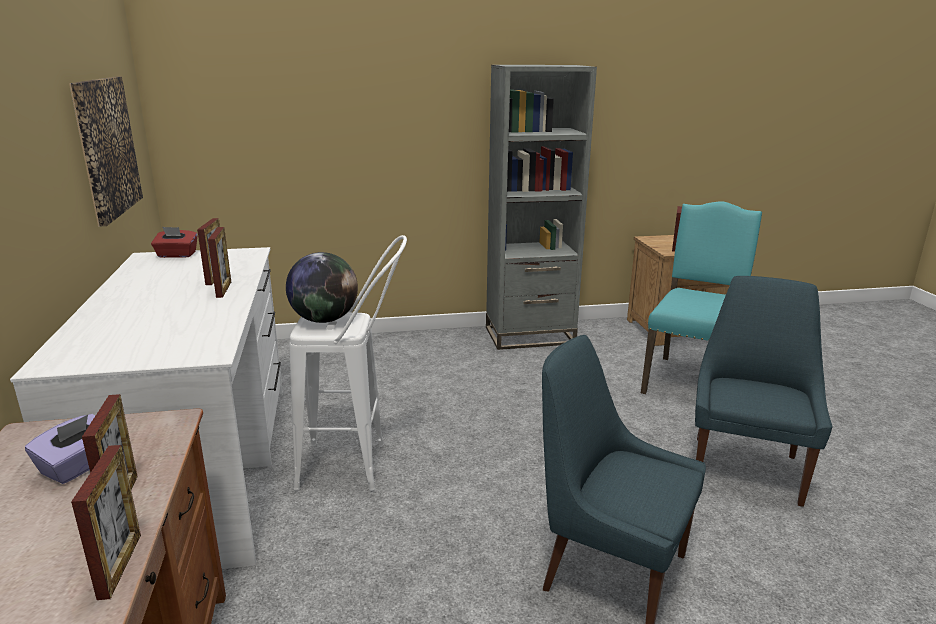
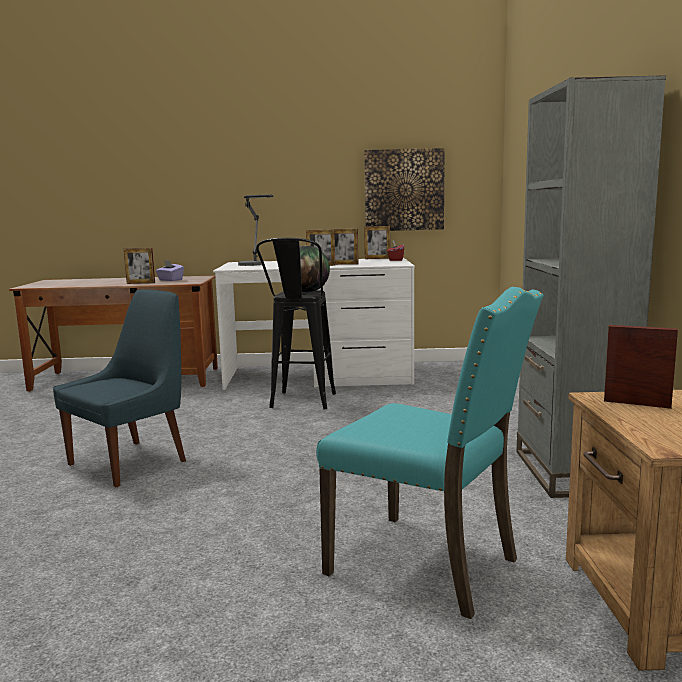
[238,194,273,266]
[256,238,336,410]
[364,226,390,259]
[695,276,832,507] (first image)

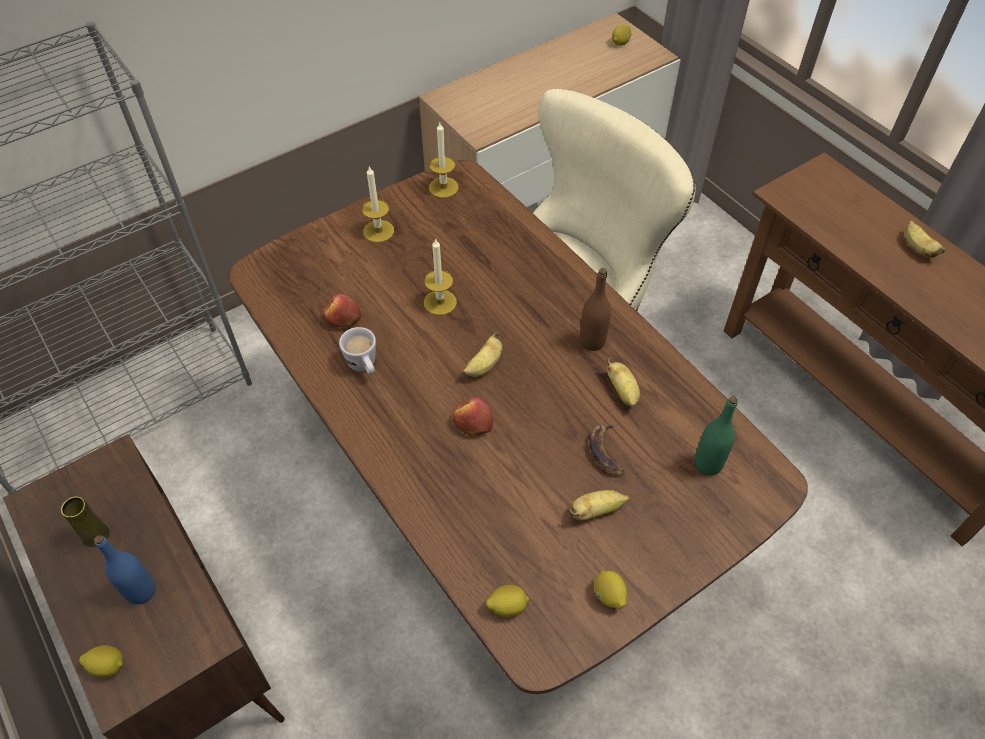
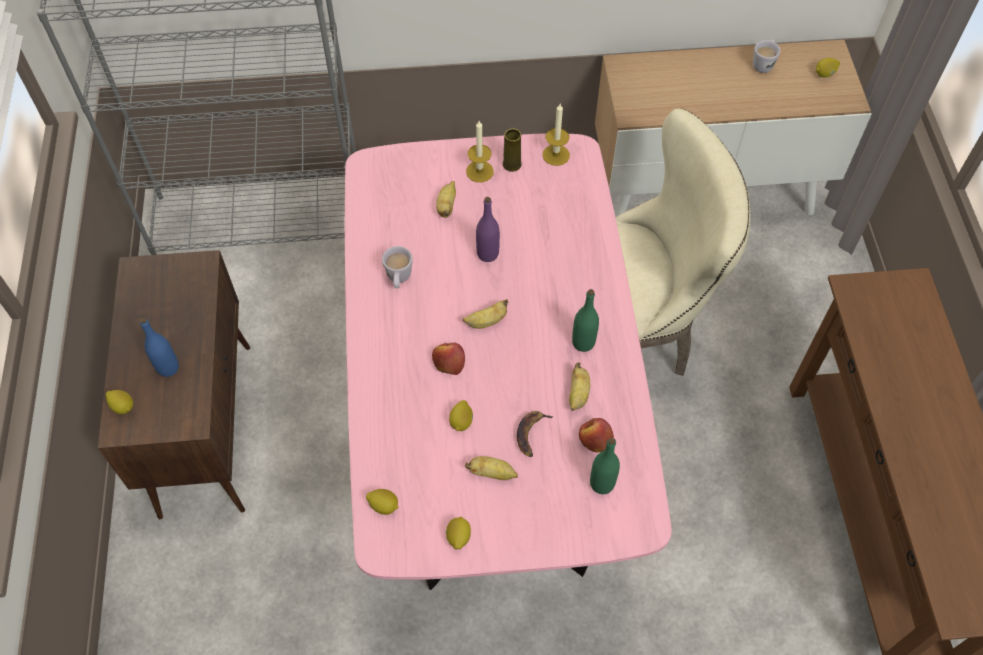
[345,133,672,590]
[436,181,456,218]
[449,400,473,431]
[476,197,500,262]
[503,129,522,172]
[572,289,599,352]
[579,418,614,453]
[753,40,781,73]

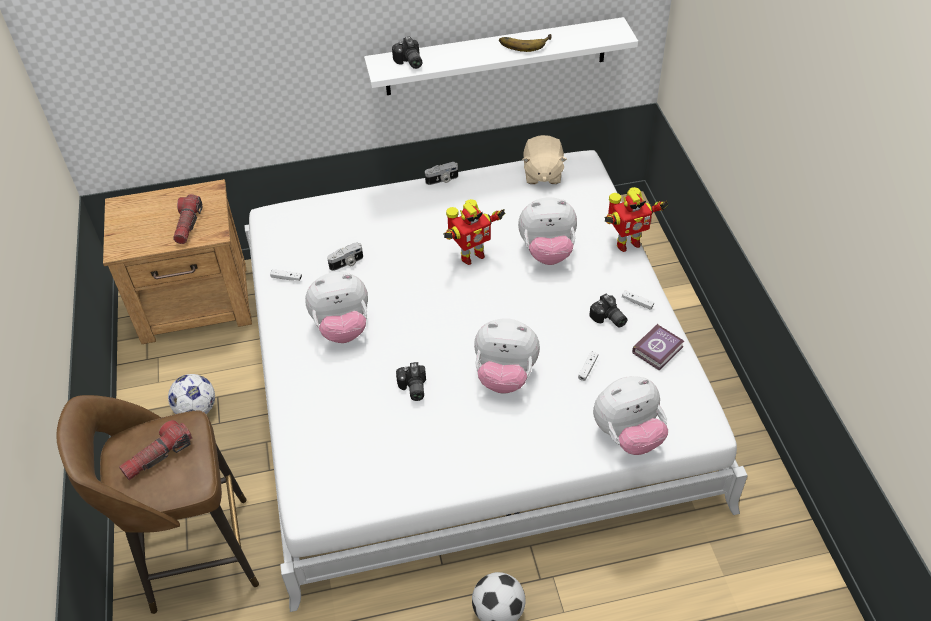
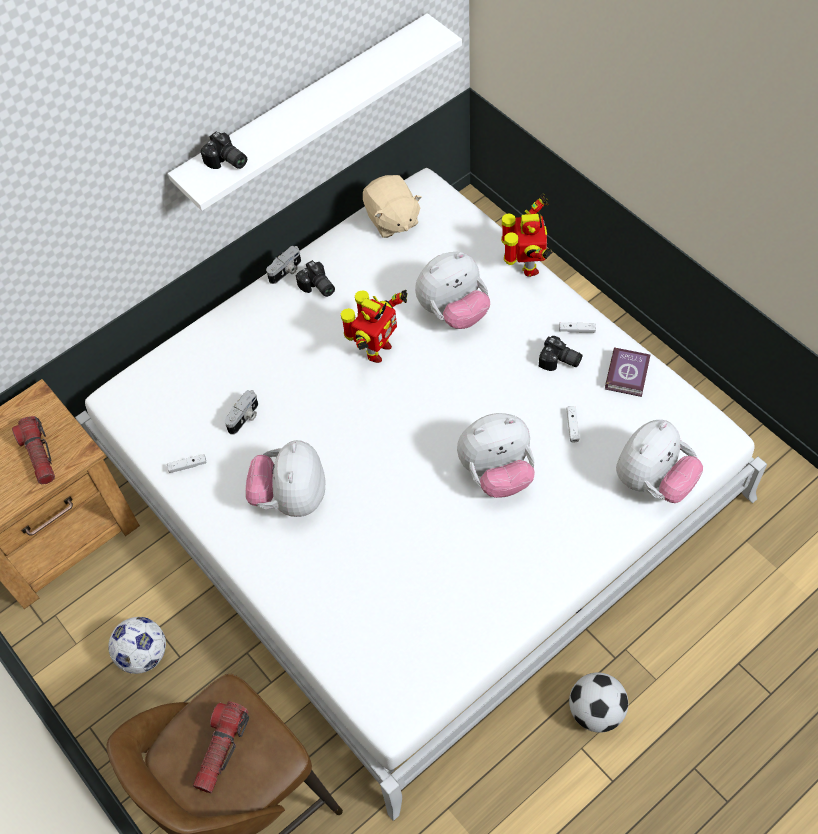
[245,440,325,517]
[296,260,335,297]
[501,193,552,277]
[499,34,552,52] (first image)

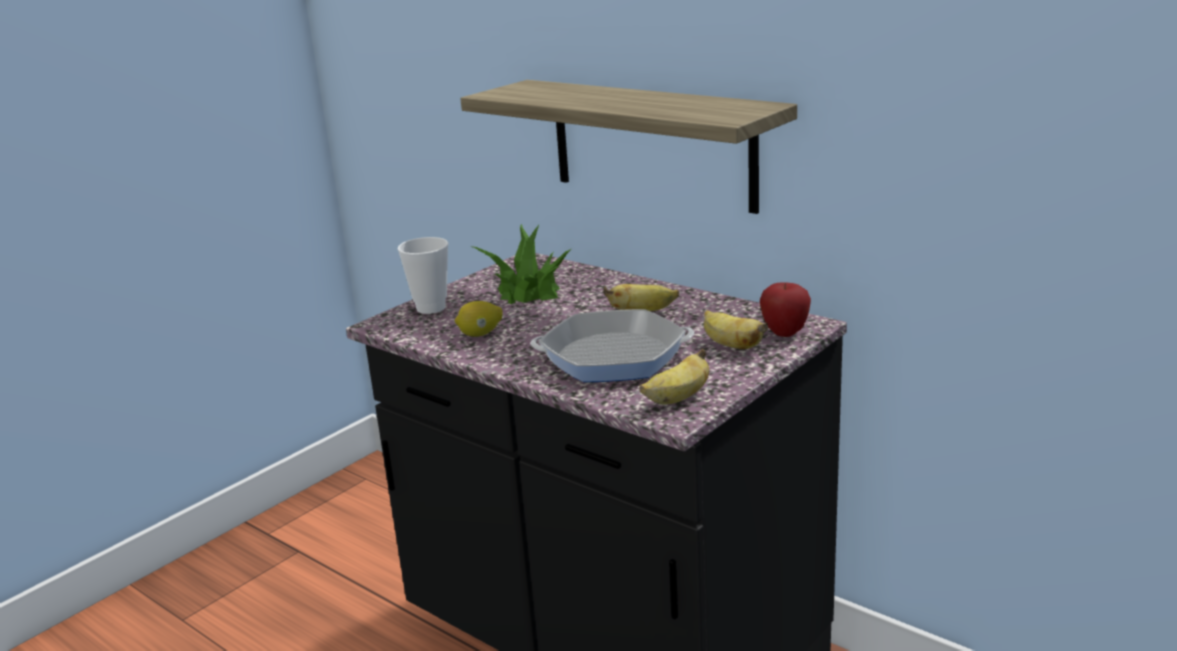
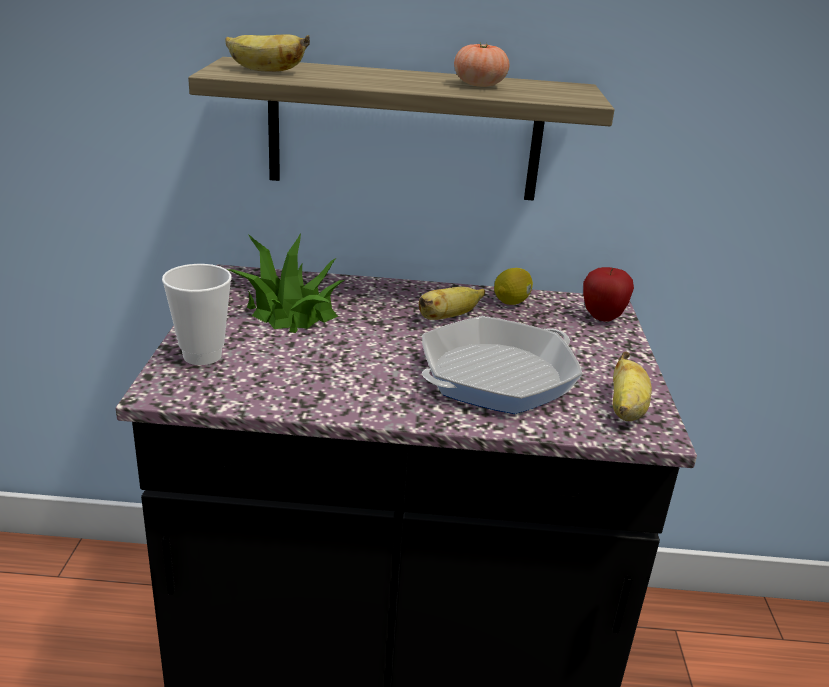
[225,34,310,72]
[454,42,510,87]
[494,268,533,305]

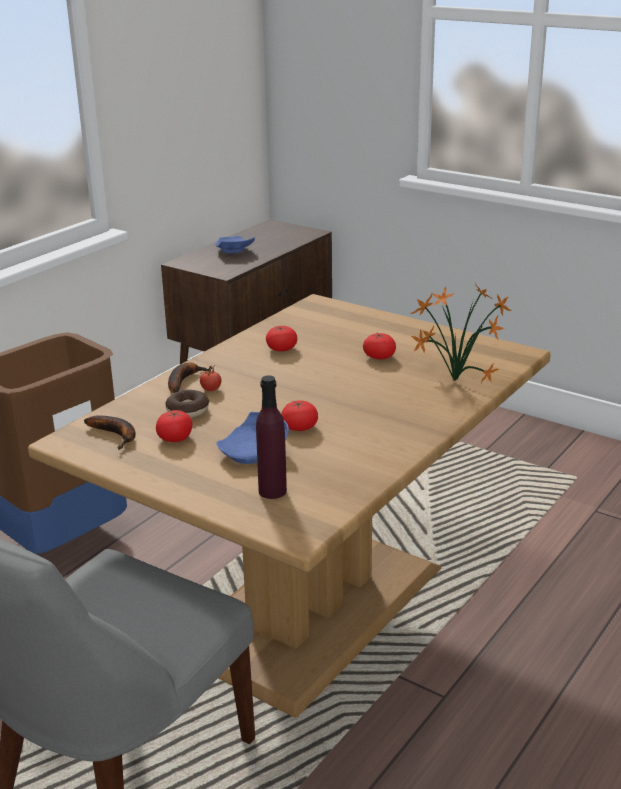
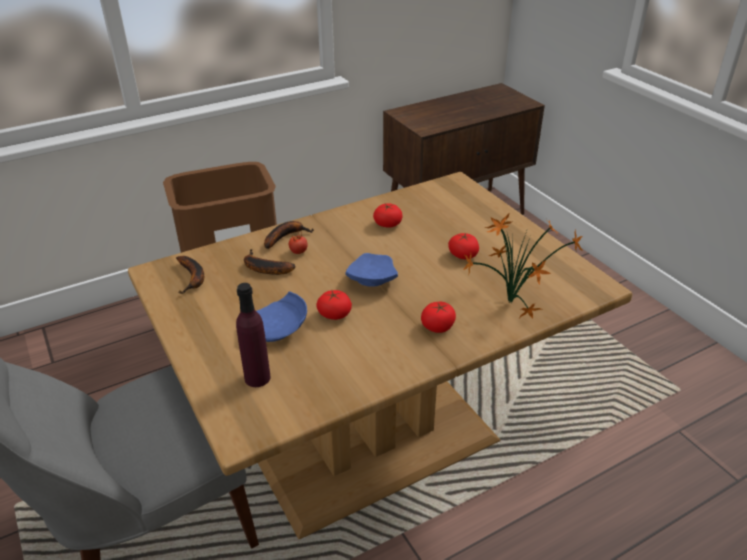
[244,249,295,275]
[345,253,398,287]
[421,302,456,333]

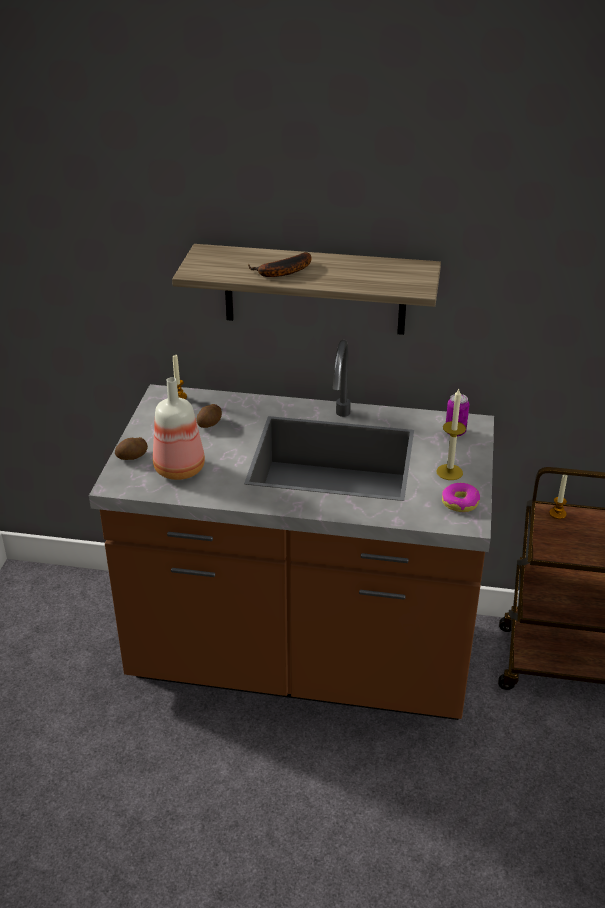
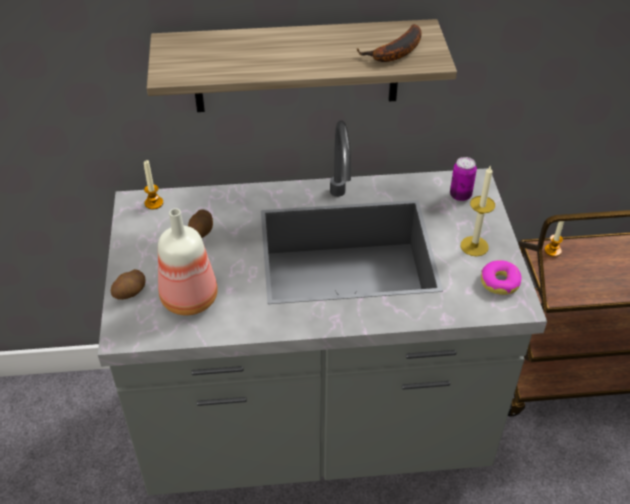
[98,120,547,495]
[356,24,422,62]

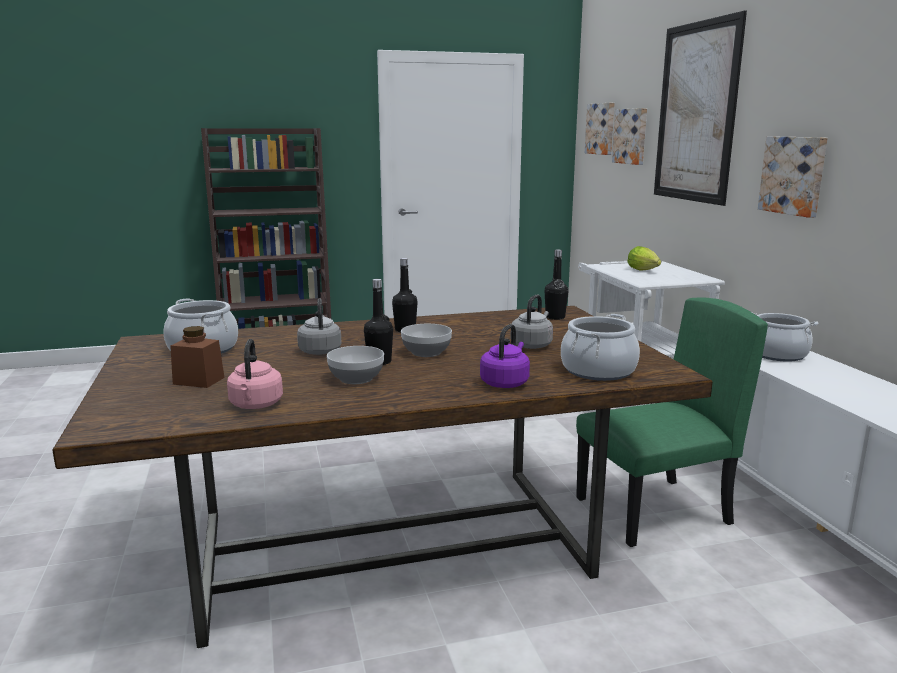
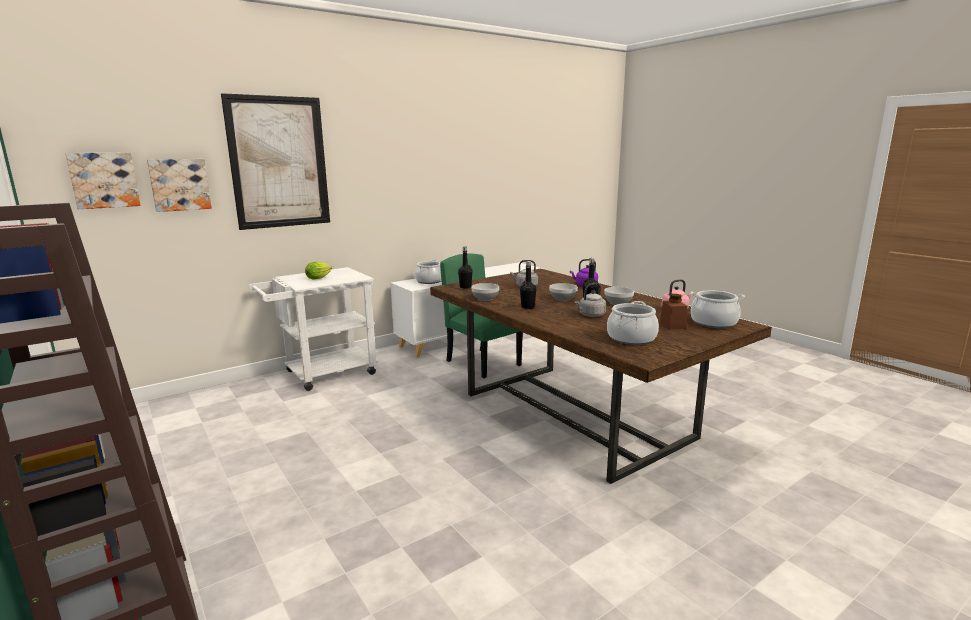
[471,283,499,301]
[690,290,745,328]
[758,137,828,218] (first image)

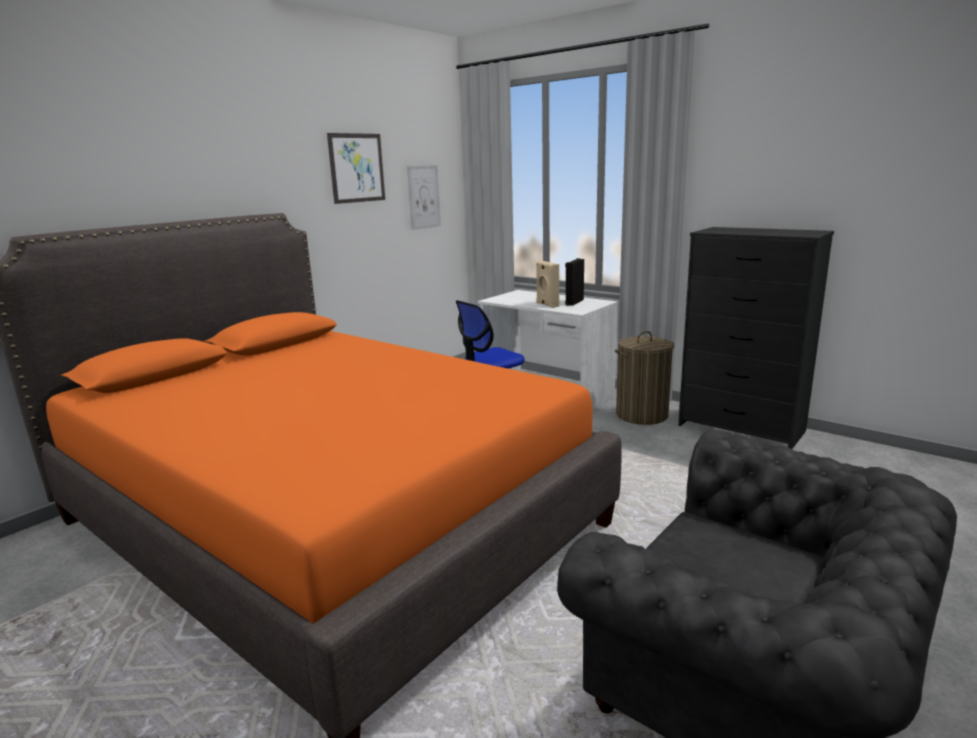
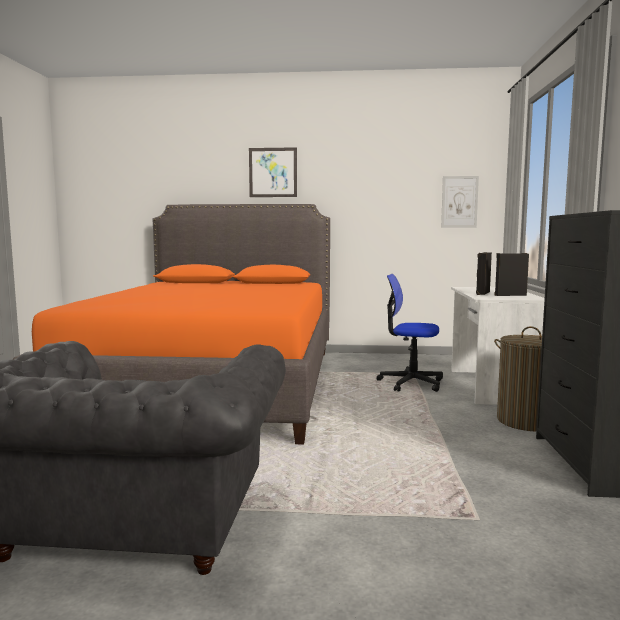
[249,147,297,197]
[476,252,492,295]

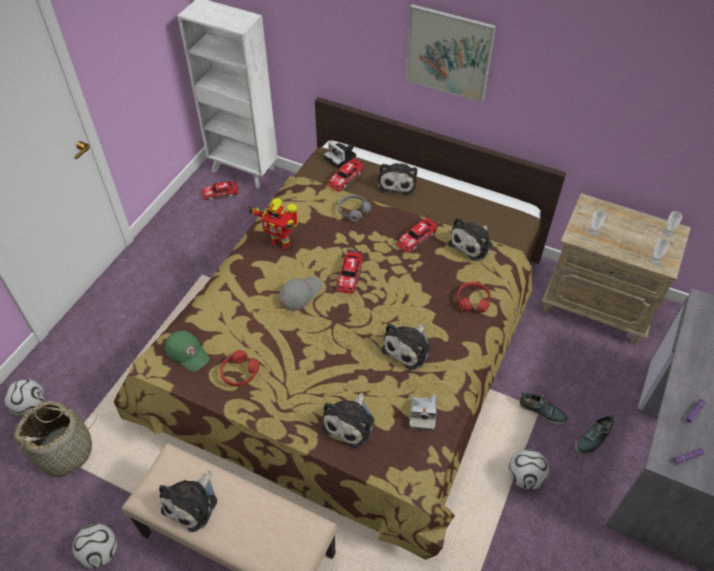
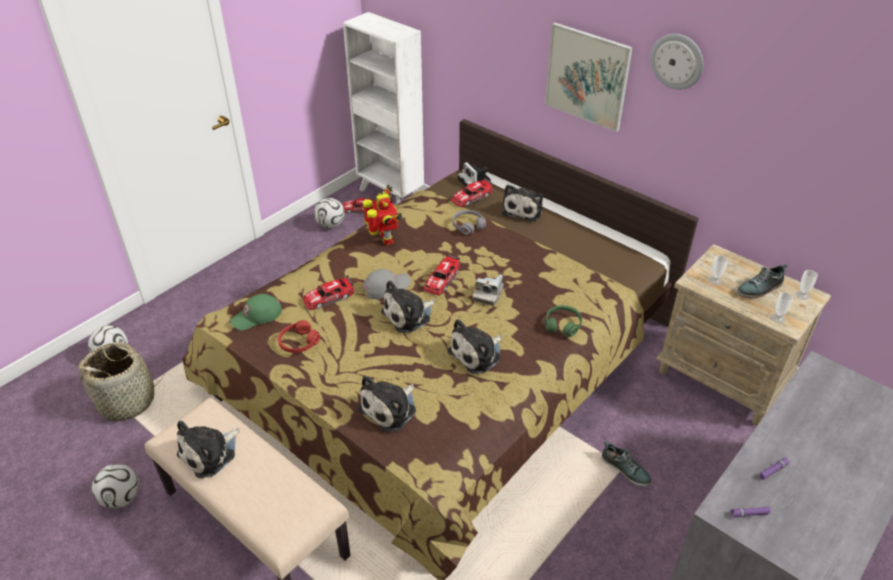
[230,294,282,330]
[303,275,355,310]
[314,198,345,228]
[363,184,402,245]
[381,280,435,333]
[473,274,504,306]
[545,305,582,337]
[650,34,703,90]
[736,264,787,298]

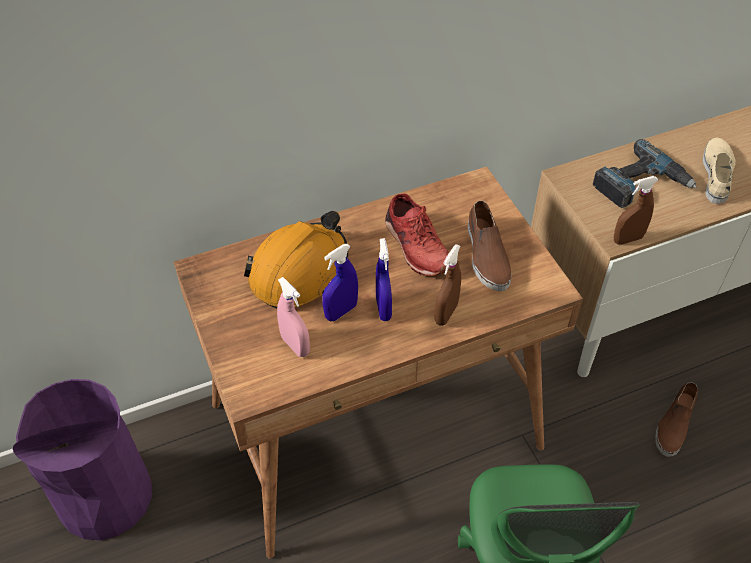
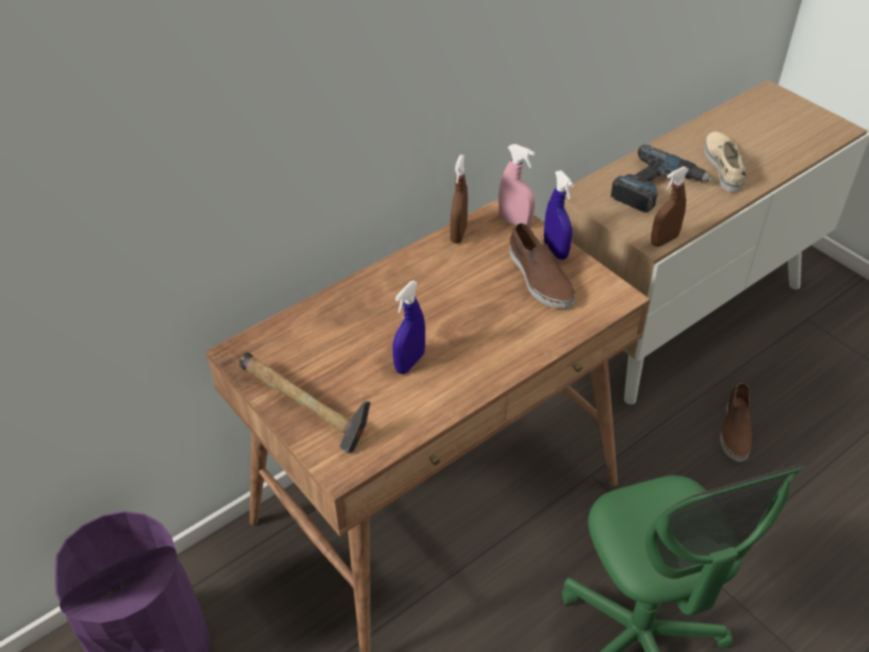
[239,352,370,453]
[450,155,468,243]
[498,144,535,227]
[544,170,574,260]
[244,211,348,308] (first image)
[385,193,449,276] (first image)

